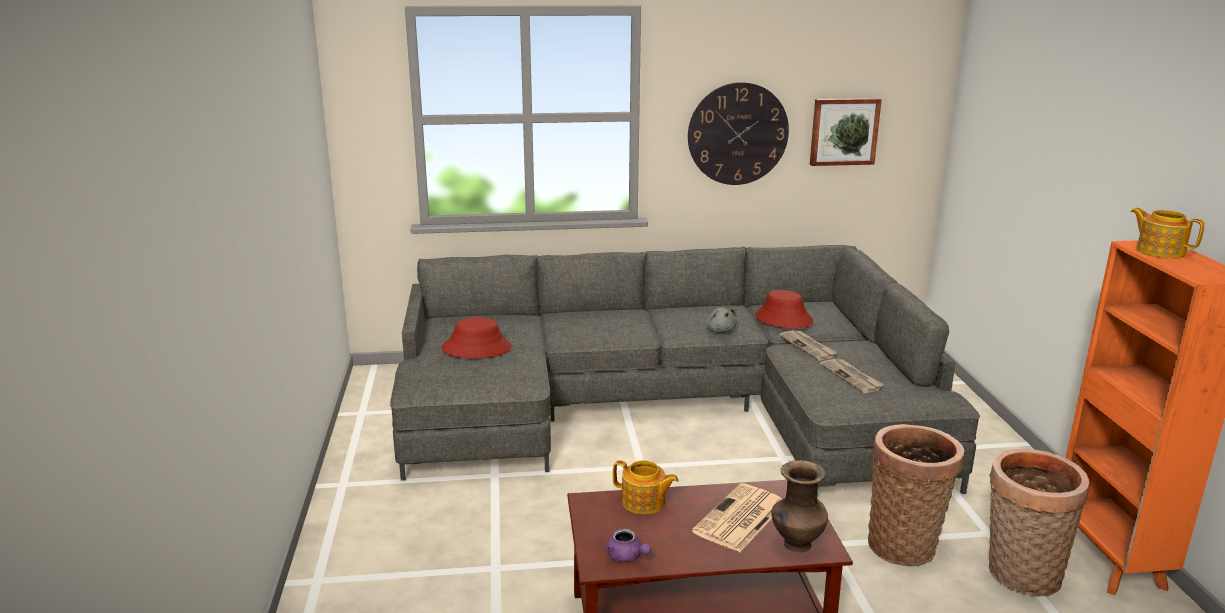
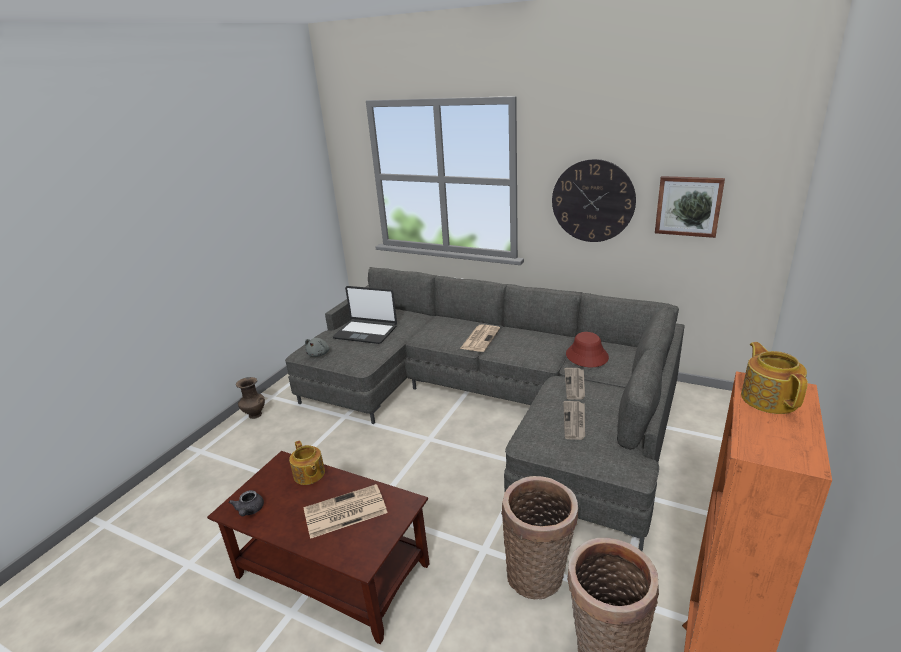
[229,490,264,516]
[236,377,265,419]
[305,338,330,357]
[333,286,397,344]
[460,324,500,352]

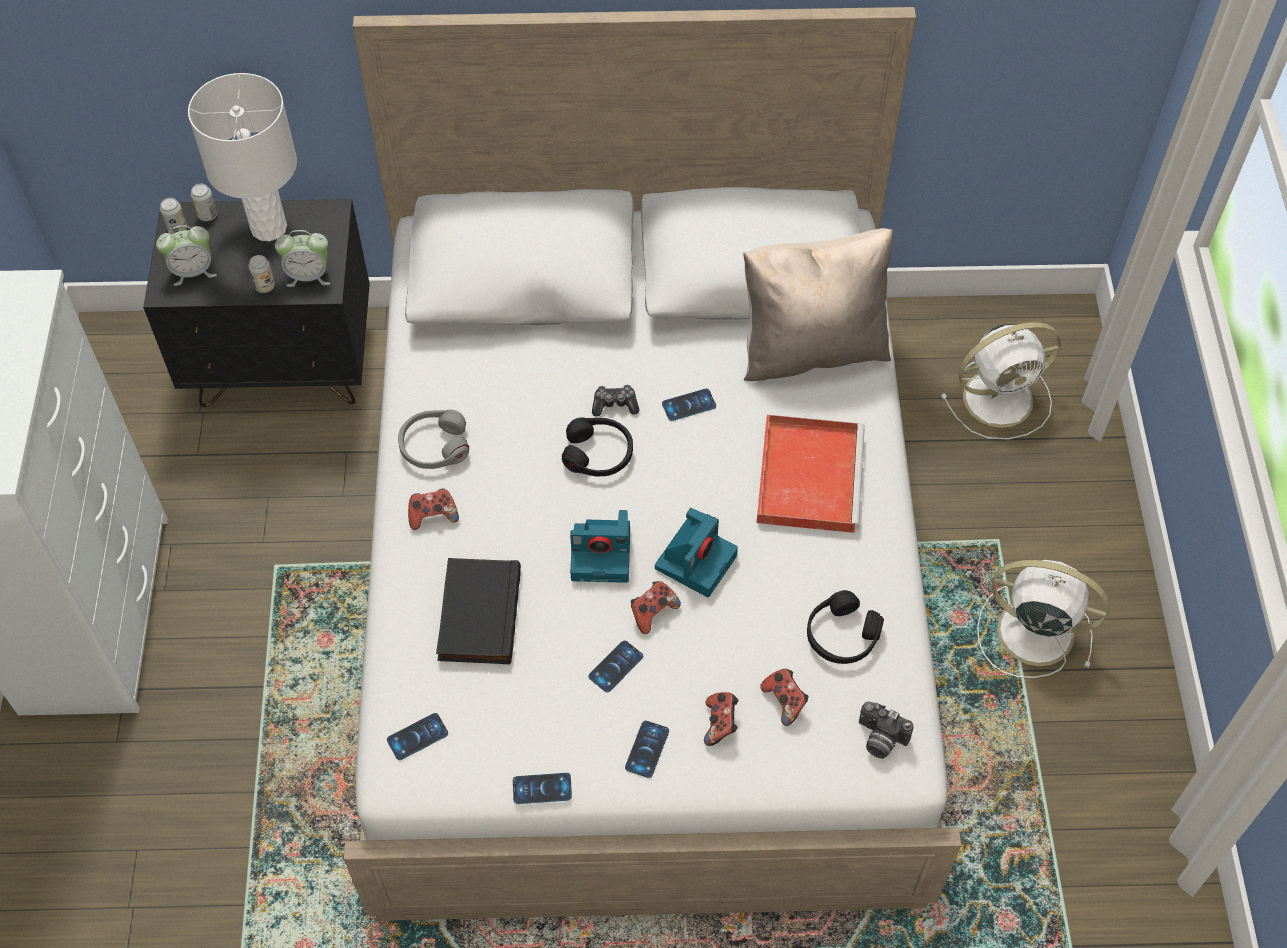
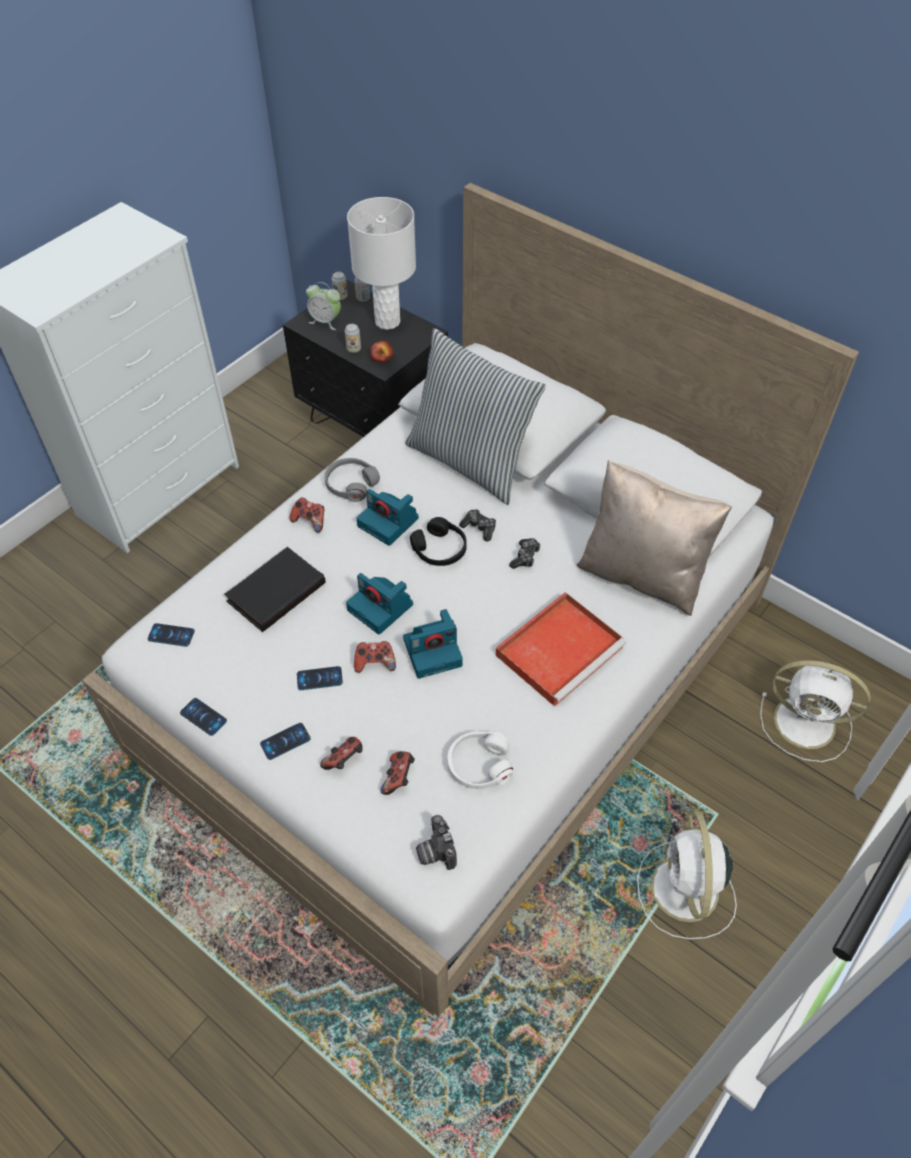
[357,489,419,546]
[370,341,394,363]
[405,328,546,505]
[448,732,513,789]
[509,538,541,569]
[637,810,737,940]

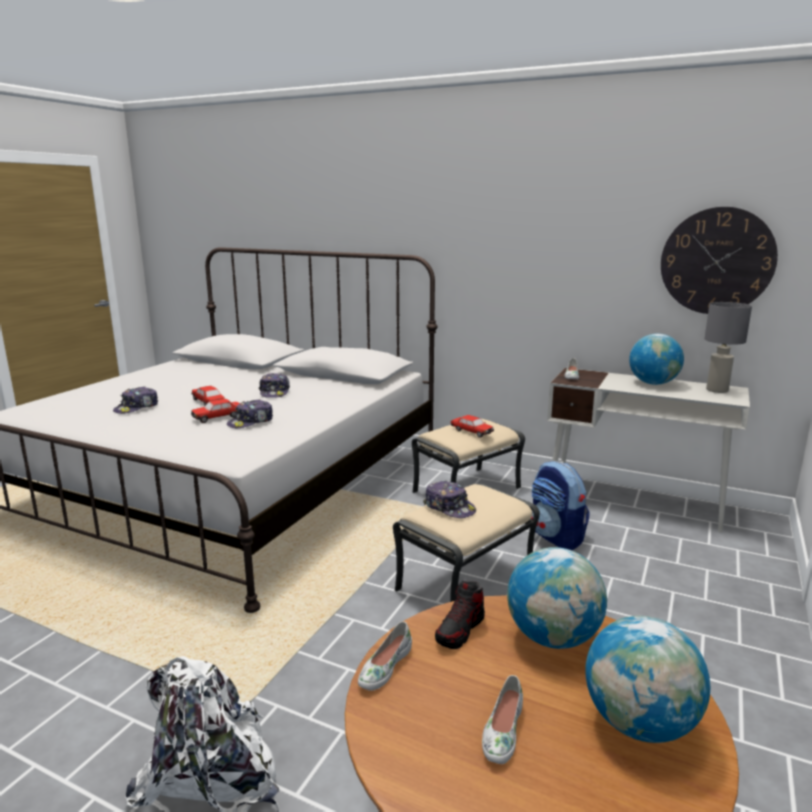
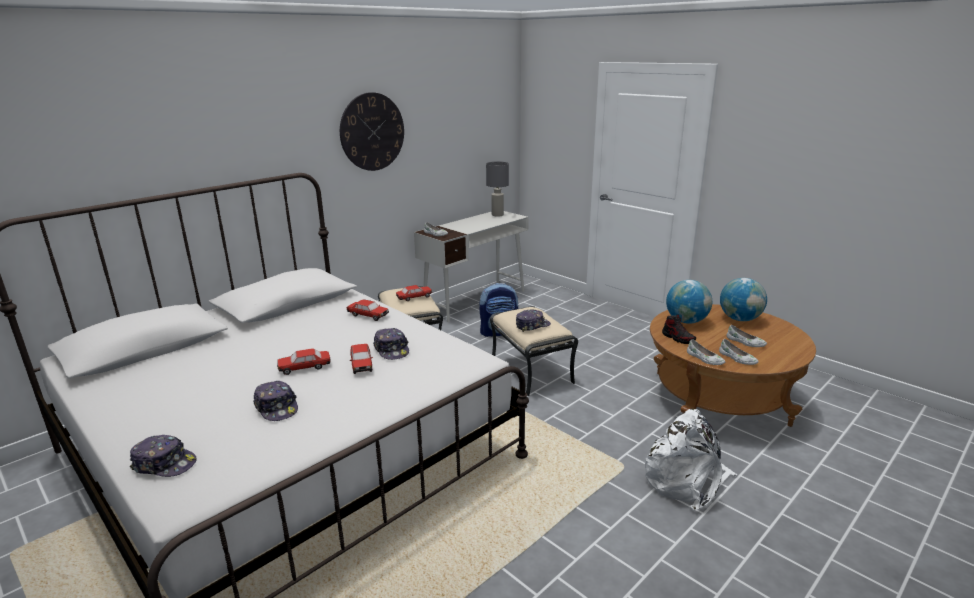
[130,435,197,477]
[340,92,404,171]
[347,300,389,321]
[719,339,758,365]
[629,334,684,385] (first image)

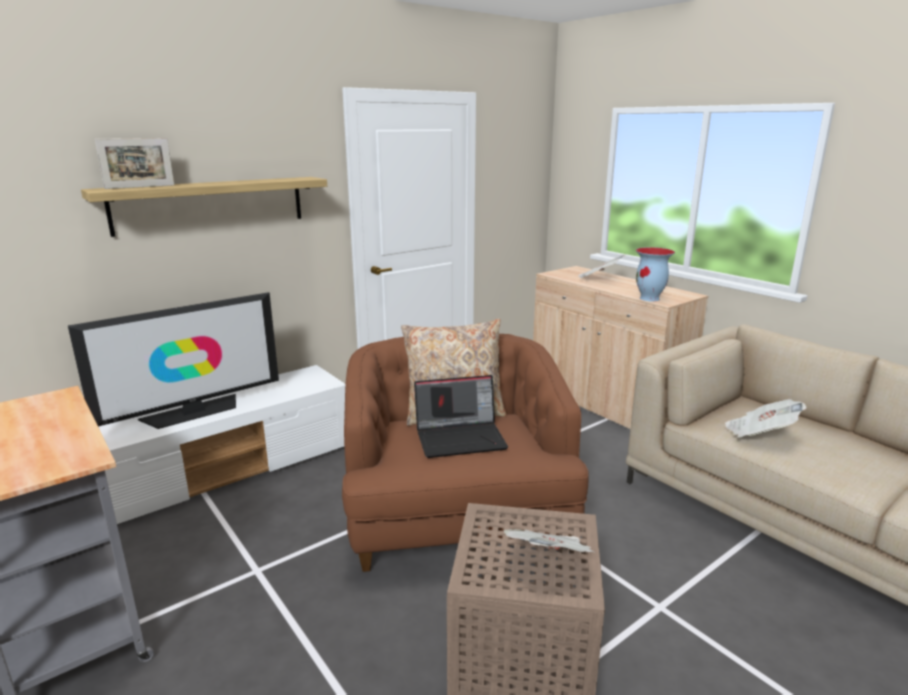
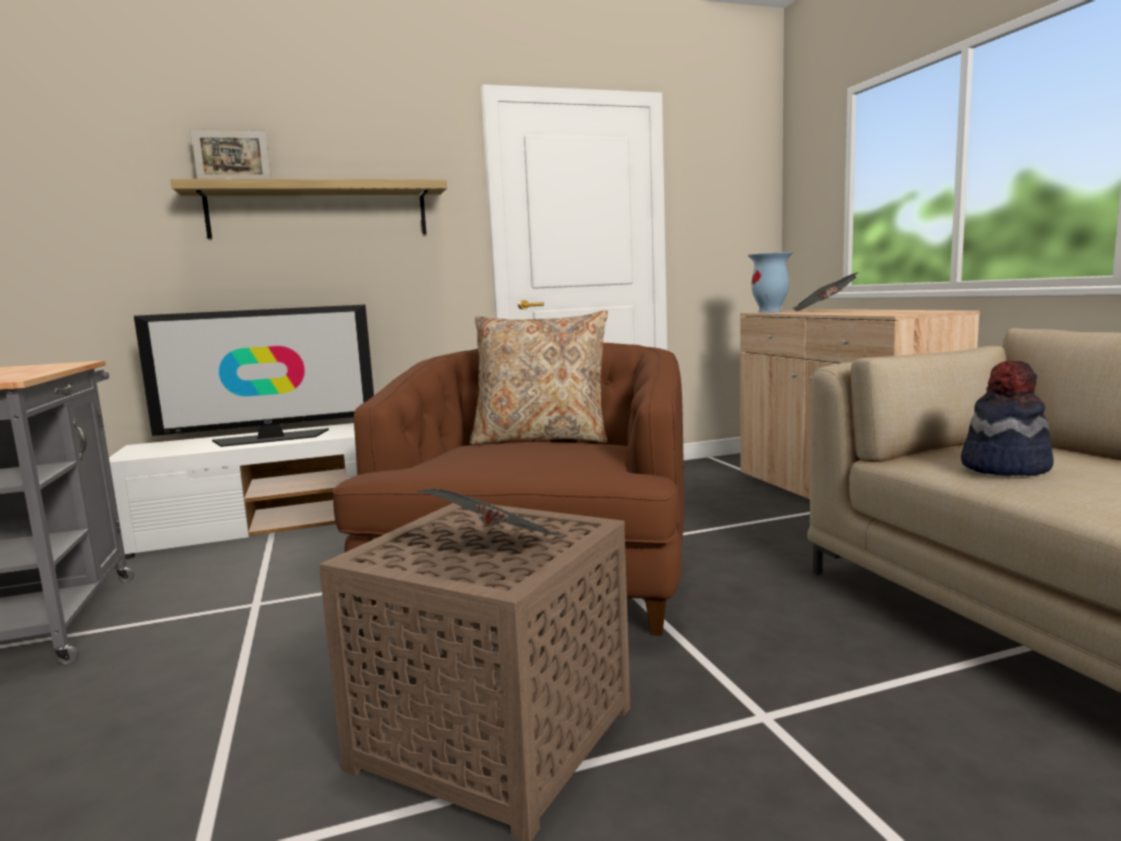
[748,252,793,313]
[961,361,1054,476]
[414,375,508,458] (first image)

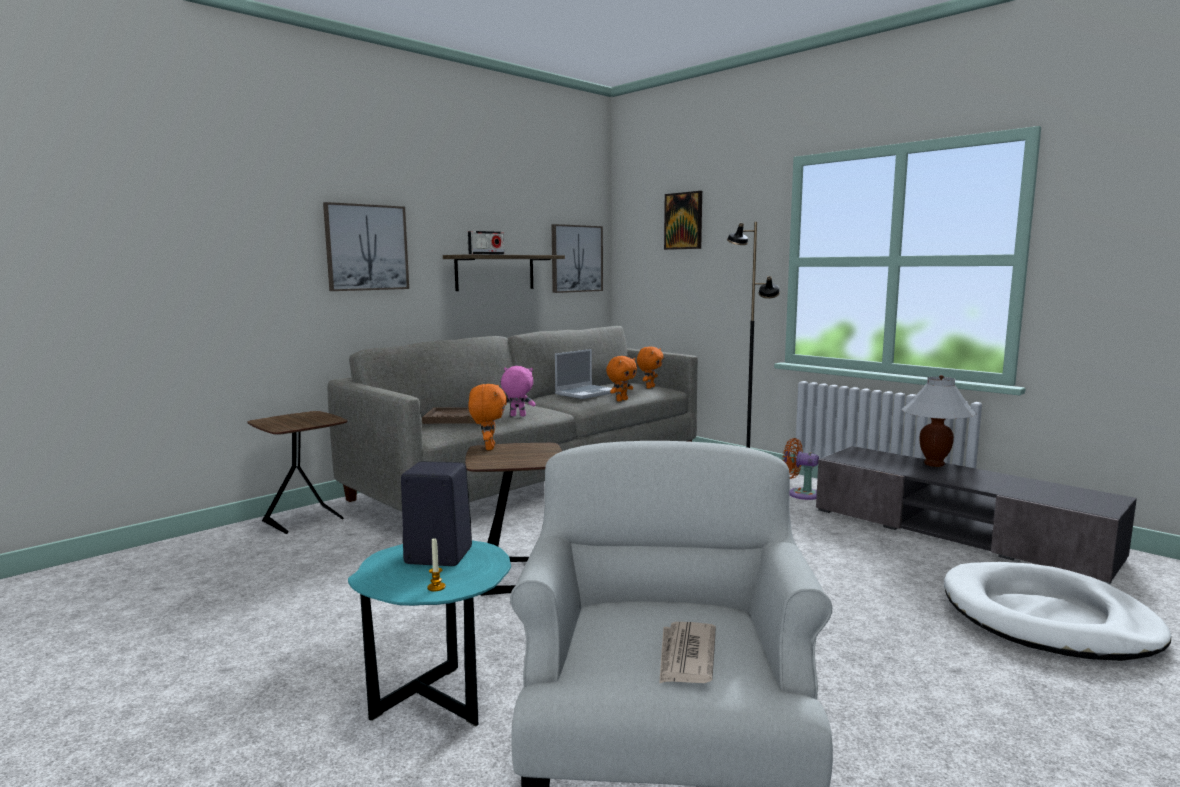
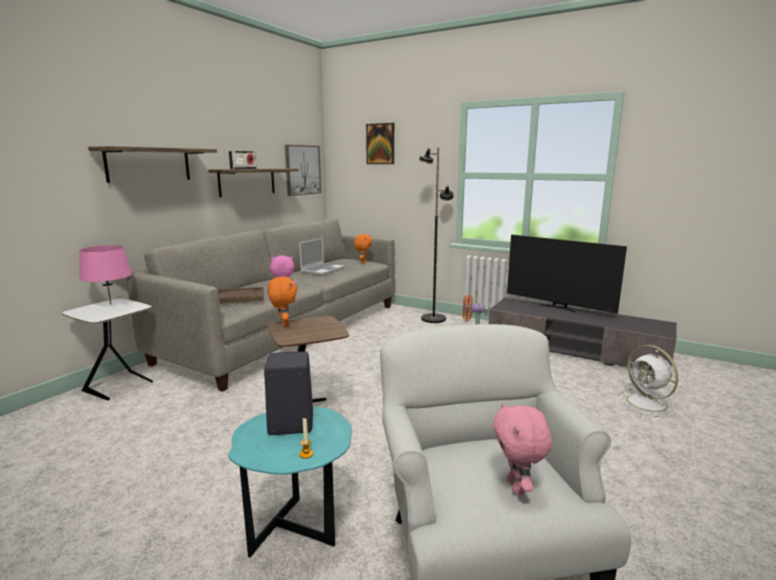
[62,299,153,401]
[79,245,132,304]
[88,146,217,183]
[493,402,552,495]
[507,235,627,314]
[618,345,680,417]
[606,356,637,402] (first image)

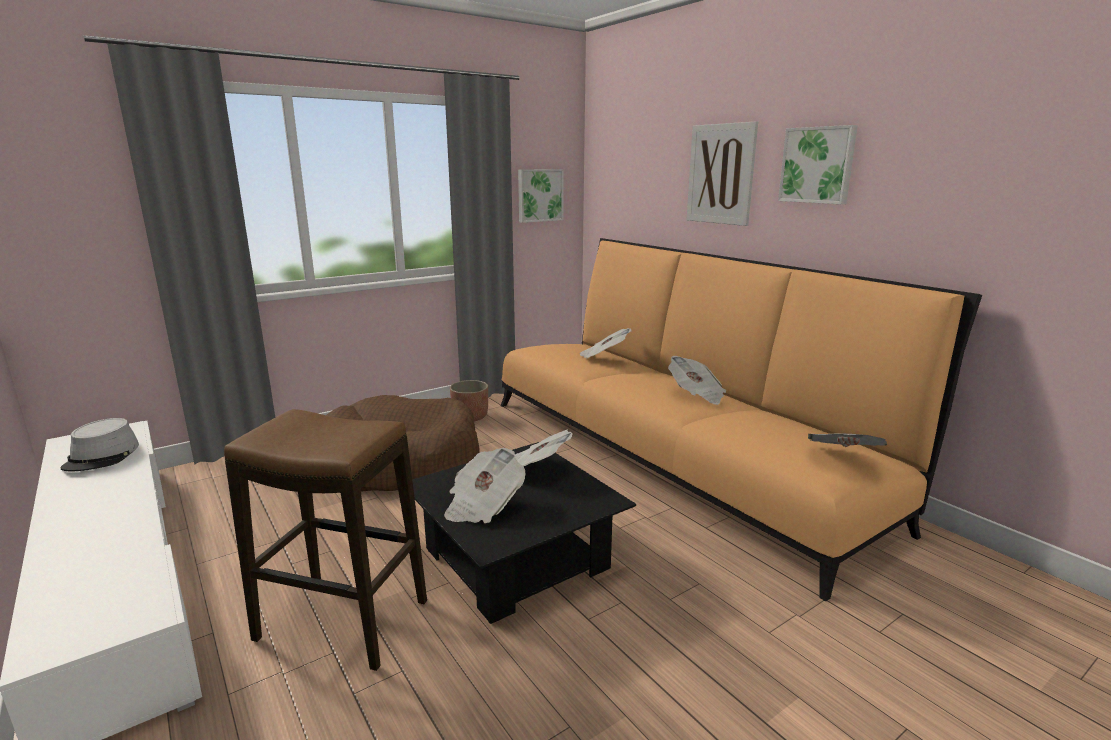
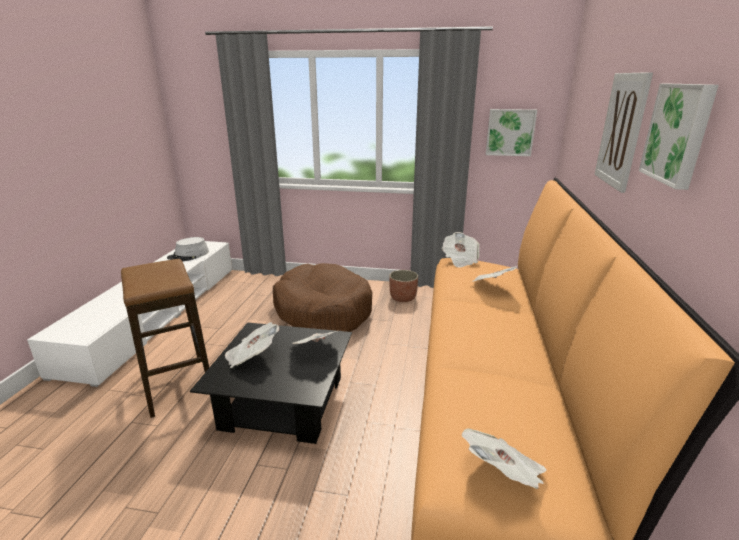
[442,232,480,267]

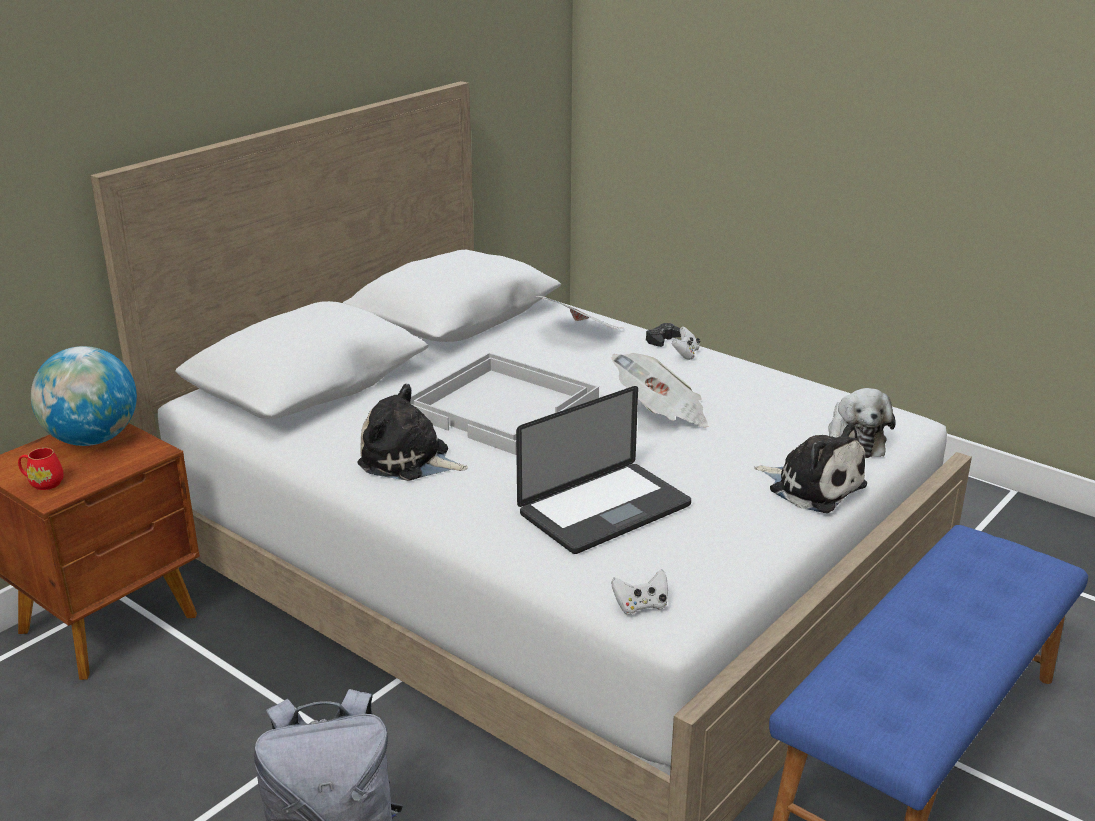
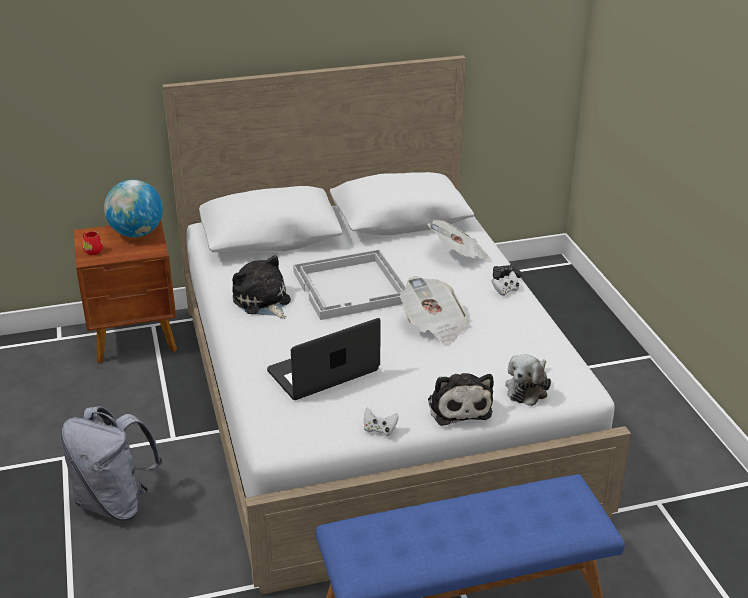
[267,318,380,400]
[364,407,399,436]

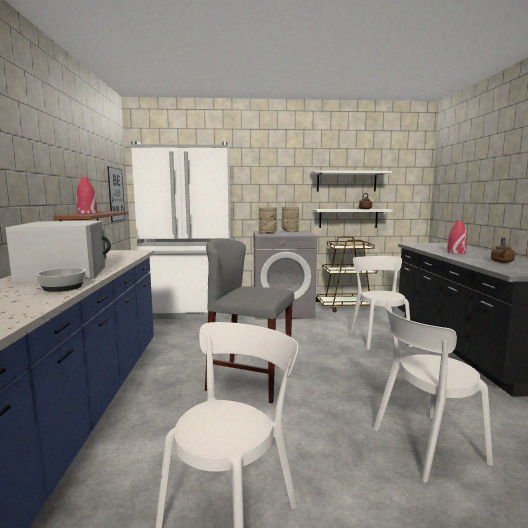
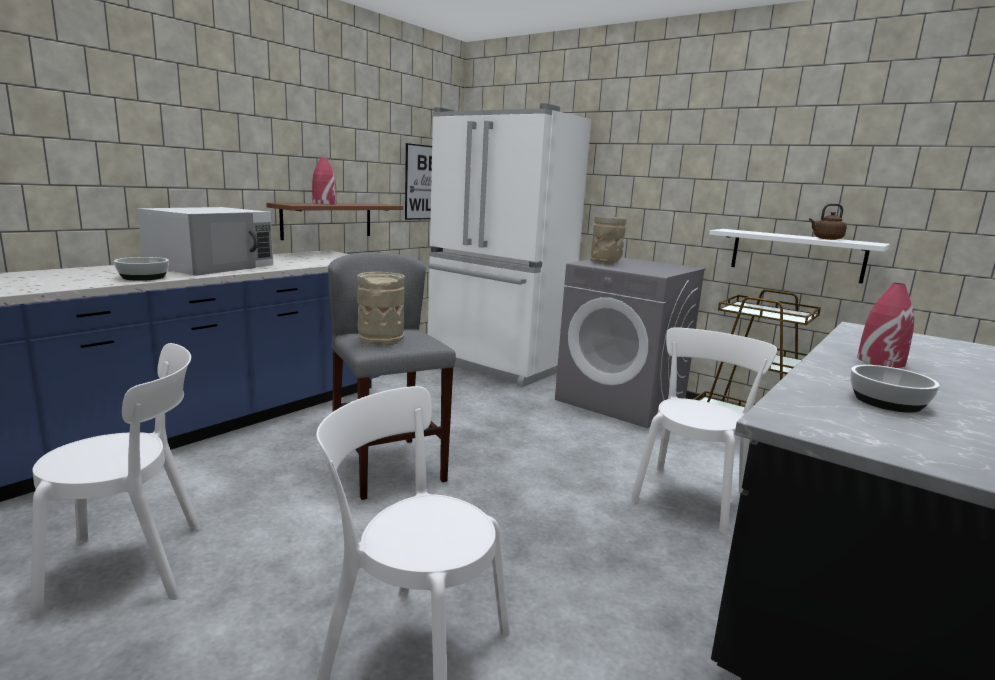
[357,272,405,346]
[850,365,940,413]
[310,170,392,192] (first image)

